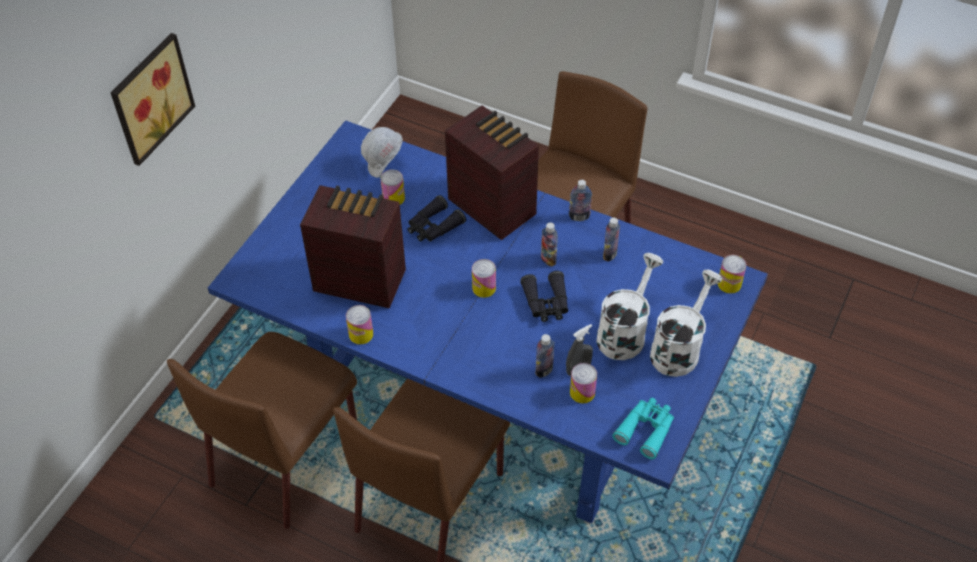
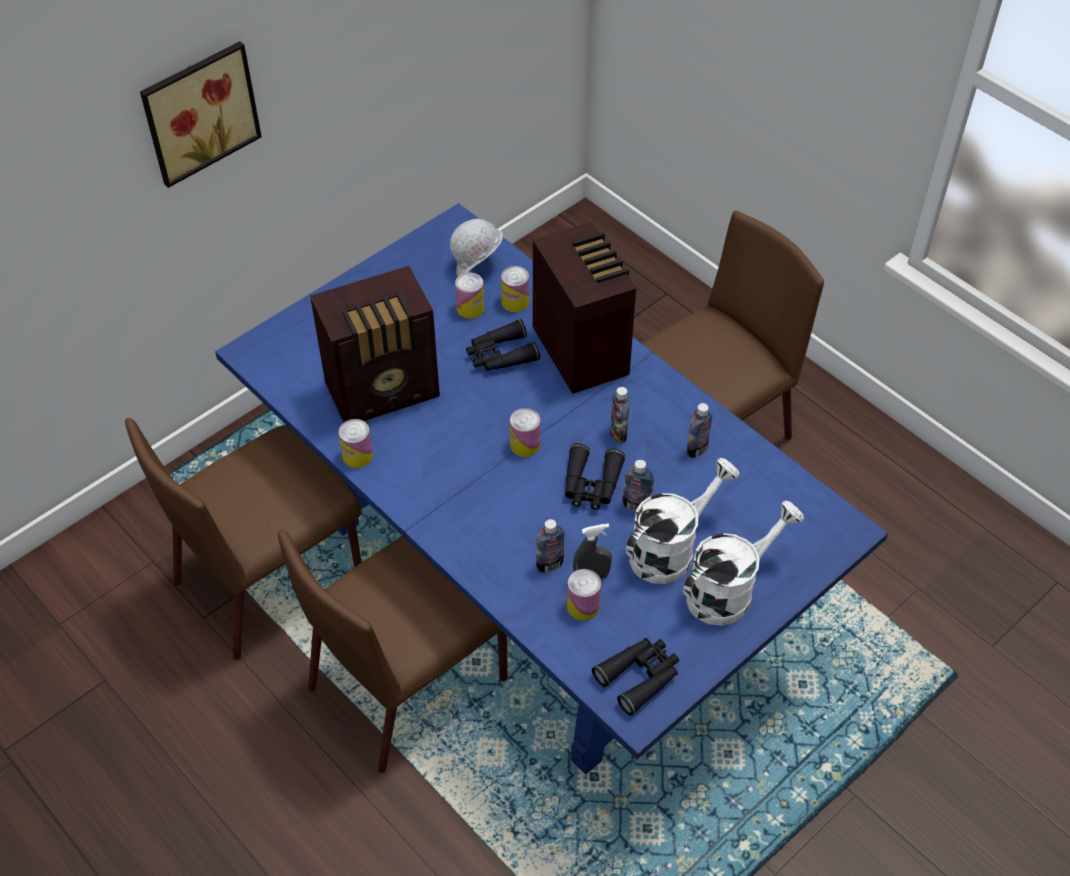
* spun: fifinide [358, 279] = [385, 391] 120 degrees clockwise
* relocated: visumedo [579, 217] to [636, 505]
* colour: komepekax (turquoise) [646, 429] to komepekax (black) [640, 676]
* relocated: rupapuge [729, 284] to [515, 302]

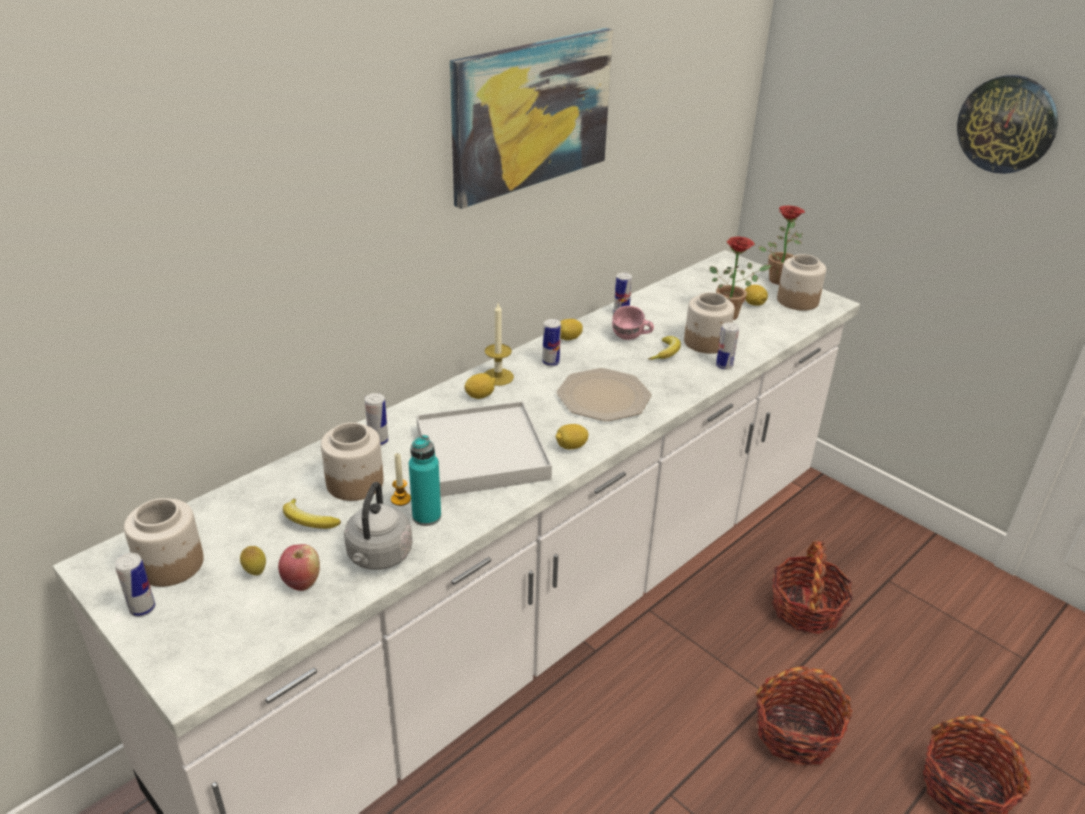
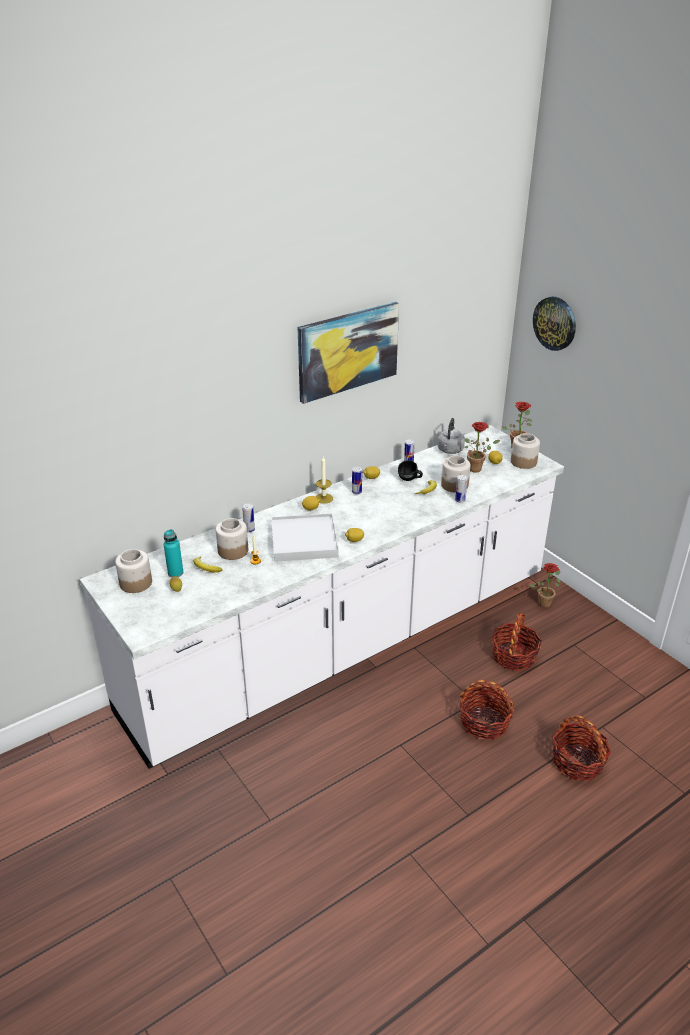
* missing: rupapuge [142, 609]
* missing: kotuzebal [301, 582]
* relocated: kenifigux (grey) [378, 557] to [450, 450]
* relocated: visumedo (turquoise) [426, 516] to [175, 573]
* missing: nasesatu [602, 397]
* colour: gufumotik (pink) [631, 338] to gufumotik (black) [409, 480]
* relocated: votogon [1007, 124] to [555, 323]
* appeared: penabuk [545, 602]

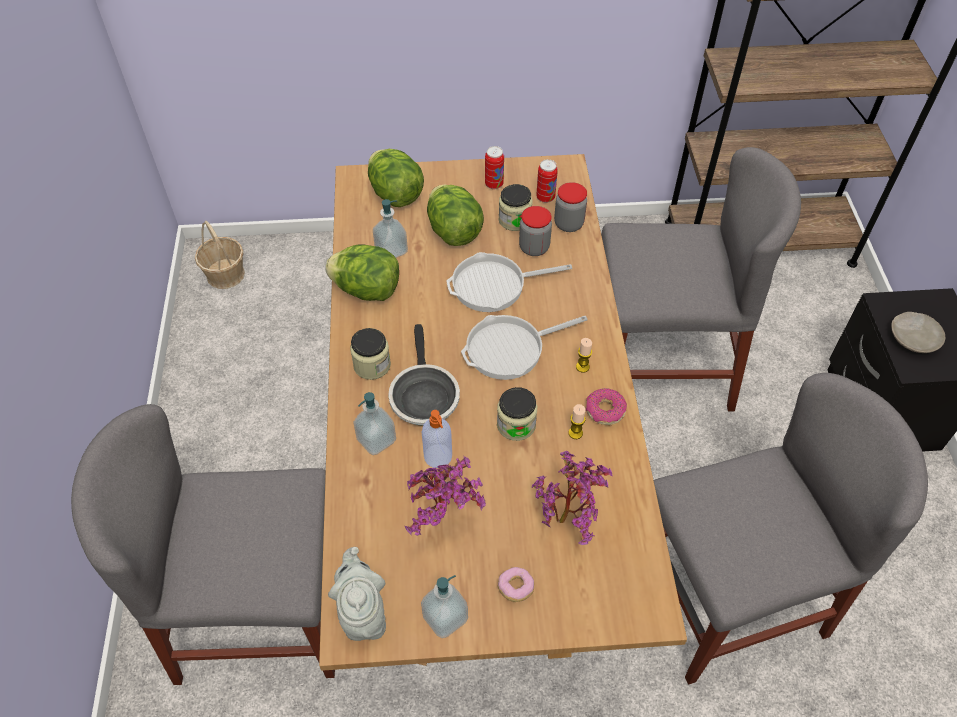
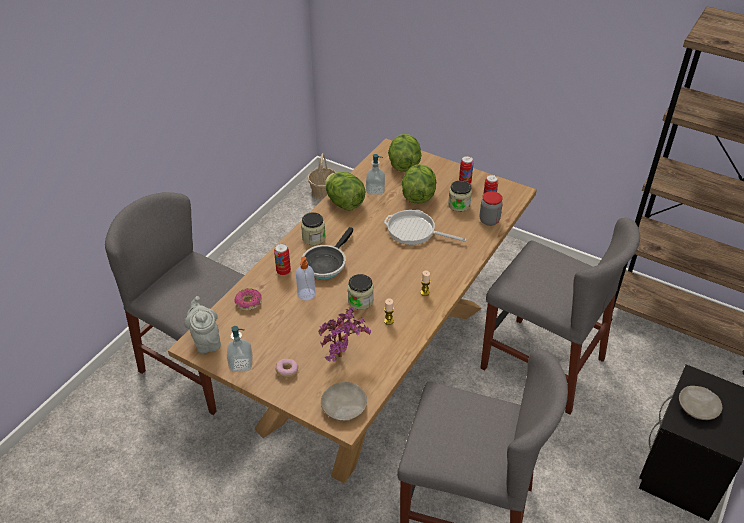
* spun: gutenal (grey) [363, 613] = [206, 340] 45 degrees counterclockwise
* exchanged: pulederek [376, 440] to rupapuge [283, 271]
* missing: penabuk [445, 520]
* missing: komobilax [510, 349]
* missing: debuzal [534, 248]
* relocated: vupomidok [605, 410] to [248, 302]
* appeared: nasesatu (beige) [343, 406]

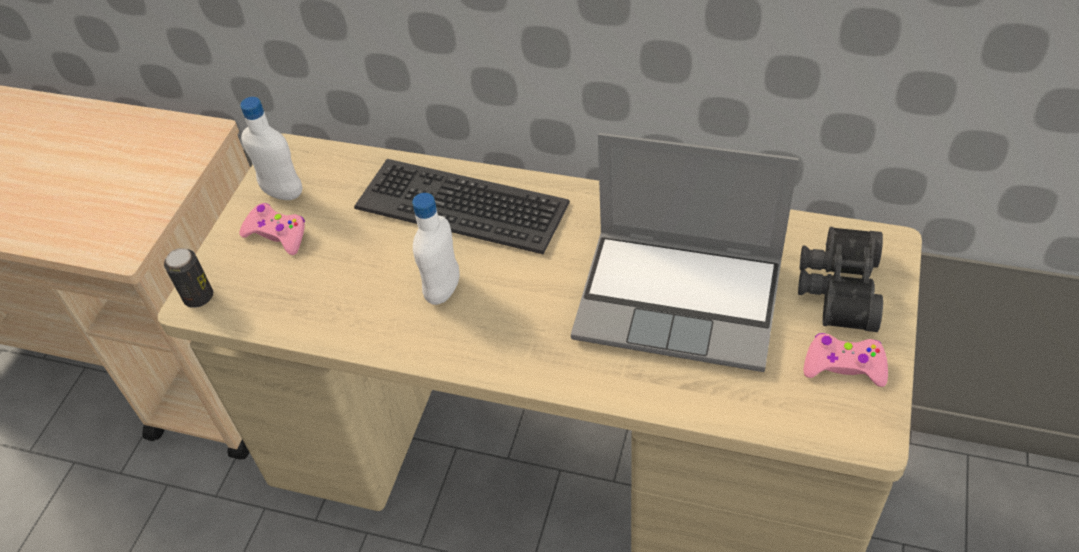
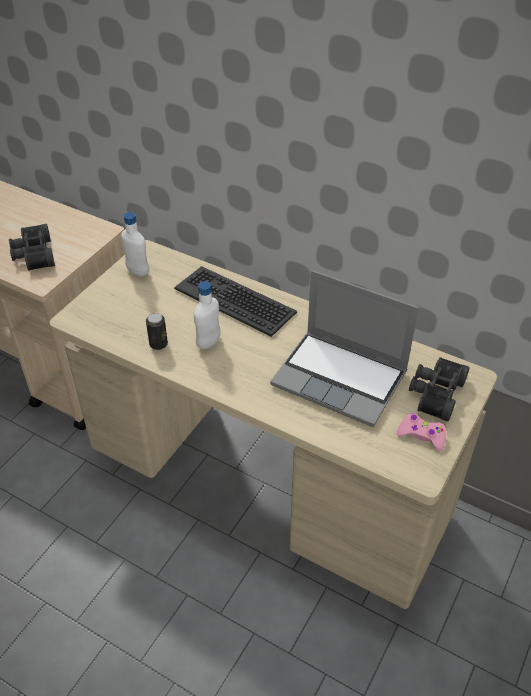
* relocated: rupapuge [198, 297] to [158, 344]
* missing: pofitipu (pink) [277, 234]
* appeared: komepekax (black) [33, 255]

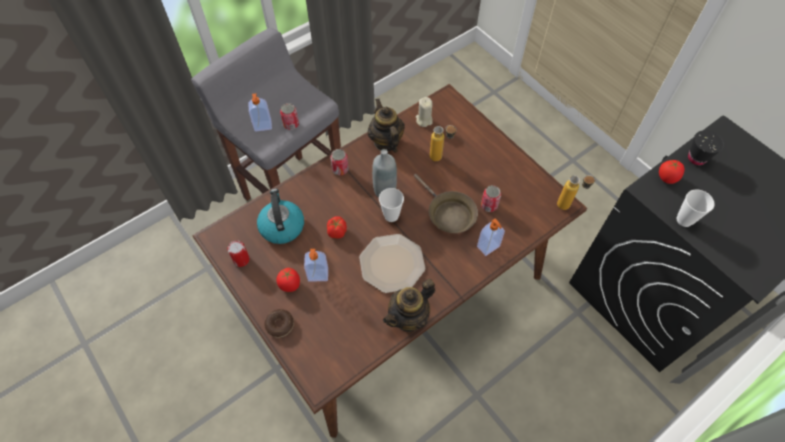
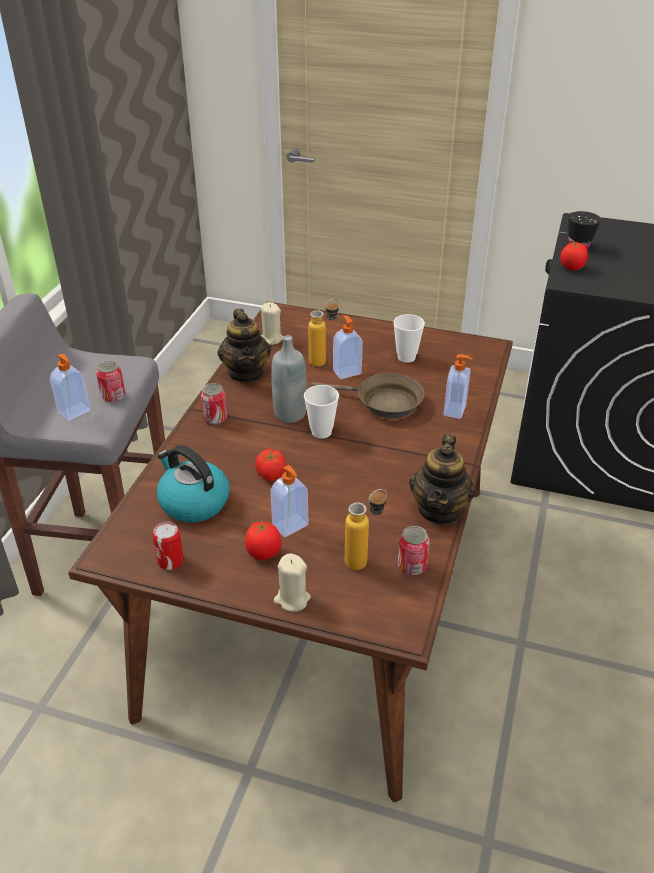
* exchanged: vupomidok [280, 325] to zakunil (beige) [292, 599]
* missing: nasesatu [392, 264]
* spun: gutenal [386, 142] = [246, 373] 135 degrees counterclockwise
* relocated: rupapuge [489, 205] to [412, 565]
* relocated: visumedo [569, 206] to [364, 560]
* relocated: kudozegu [684, 220] to [406, 357]
* appeared: pulederek [346, 372]

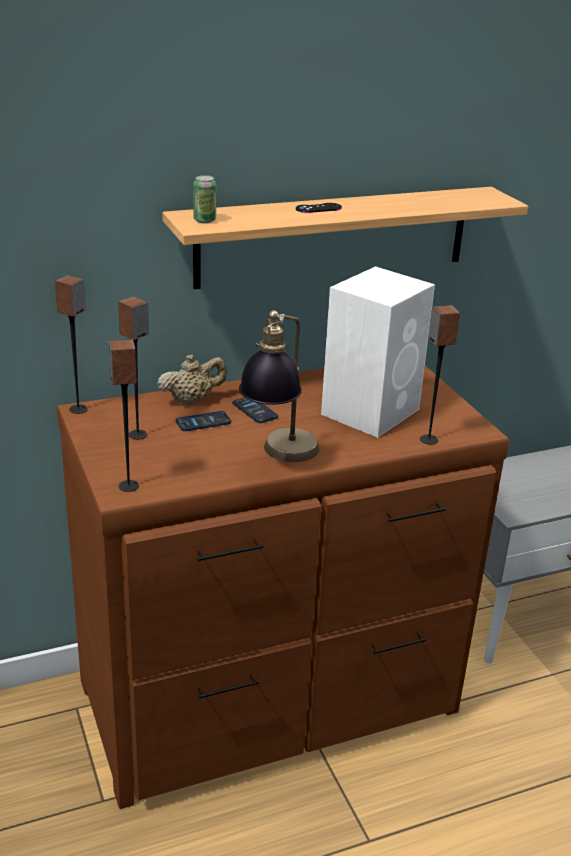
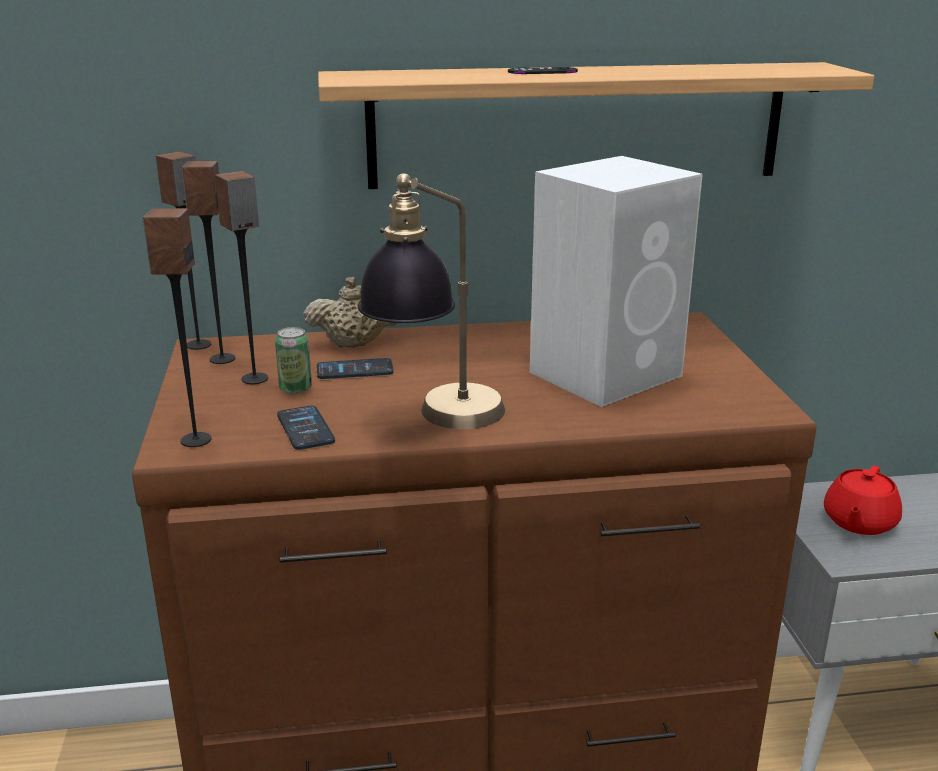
* relocated: rupapuge [204, 220] to [295, 389]
* relocated: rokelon [254, 410] to [305, 429]
* relocated: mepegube [428, 440] to [221, 359]
* appeared: gutenal (red) [858, 522]

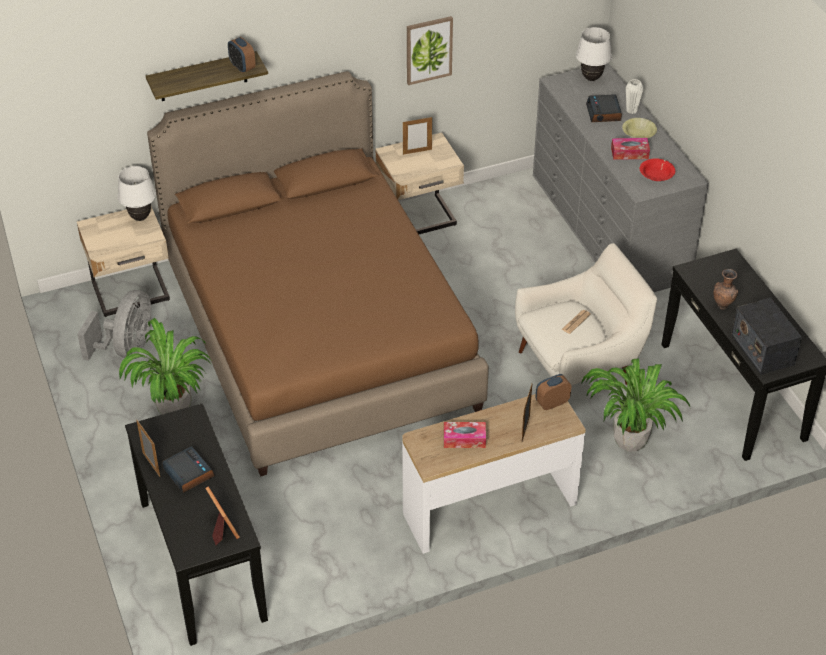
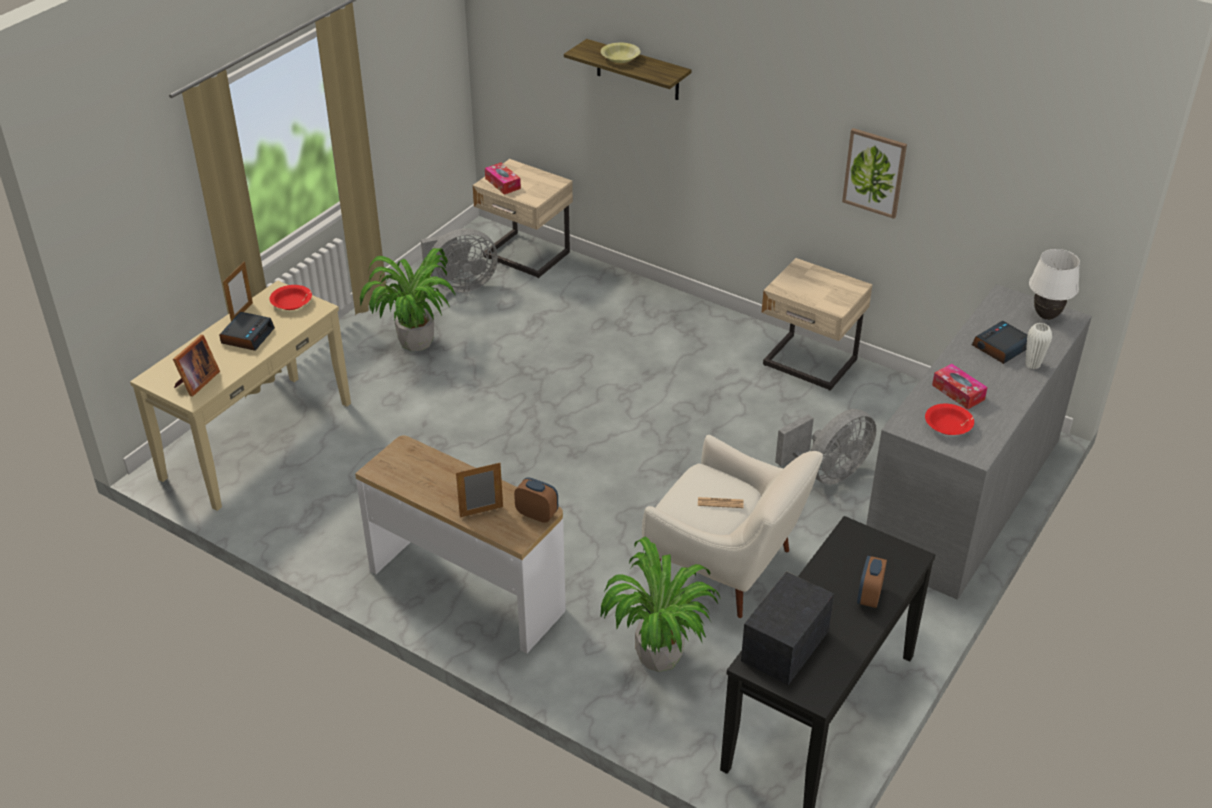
* missing: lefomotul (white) [140, 218]
* colour: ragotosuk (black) [201, 560] to ragotosuk (beige) [257, 440]
* missing: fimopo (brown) [318, 334]
* relocated: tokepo [242, 67] to [869, 596]
* missing: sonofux [417, 151]
* relocated: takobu [464, 439] to [502, 183]
* relocated: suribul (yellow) [639, 133] to [620, 58]
* missing: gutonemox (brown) [723, 306]
* appeared: suribul (red) [292, 303]
* appeared: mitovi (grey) [828, 473]

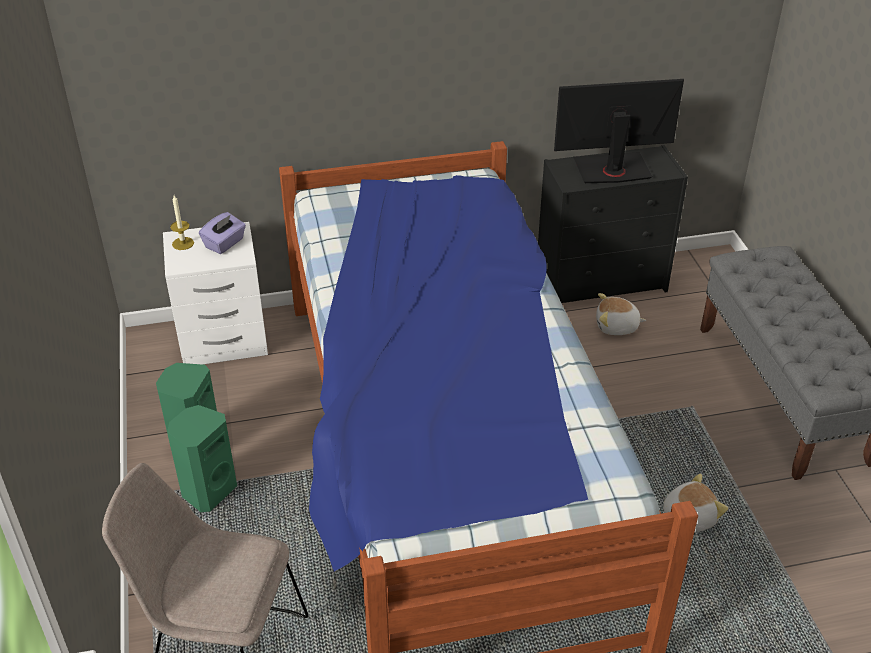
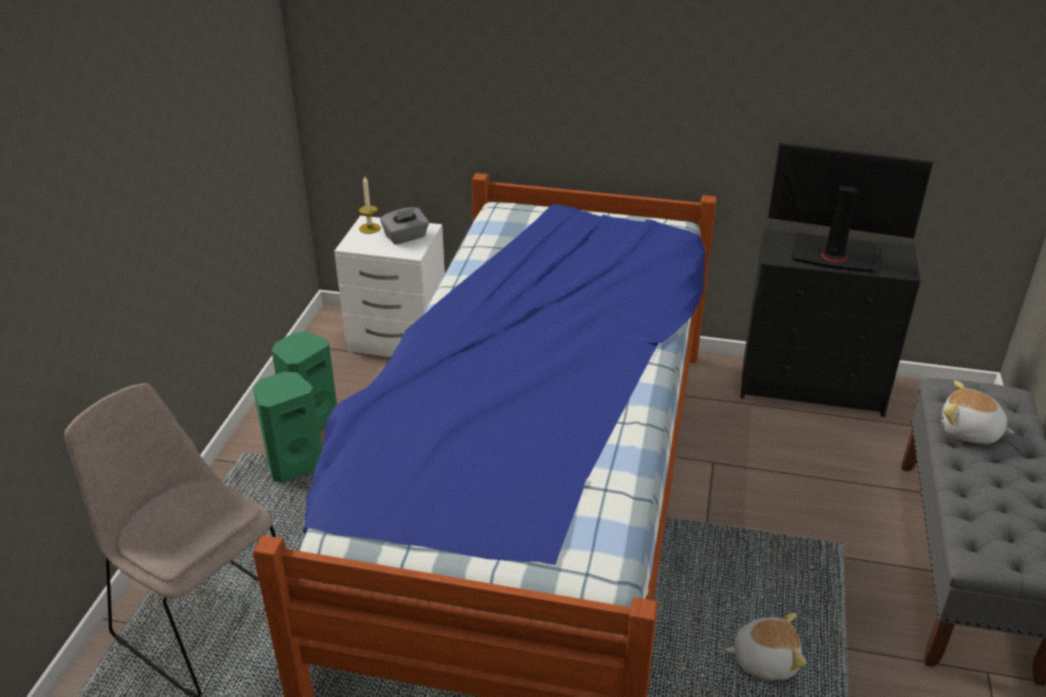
* colour: takobu (purple) [225, 243] to takobu (grey) [406, 237]
* relocated: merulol [616, 327] to [969, 432]

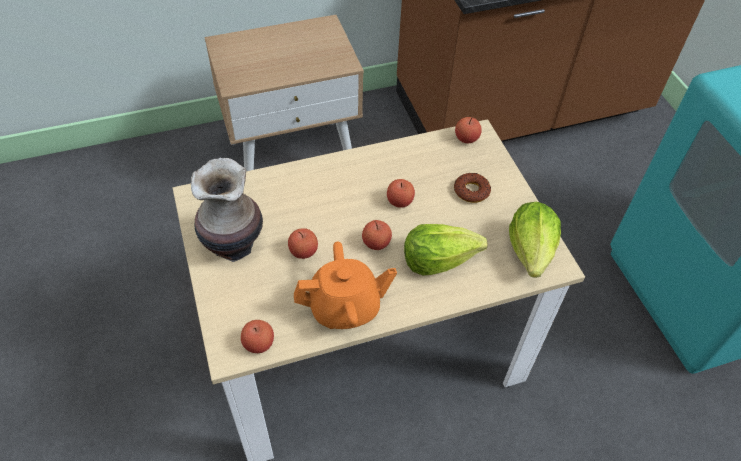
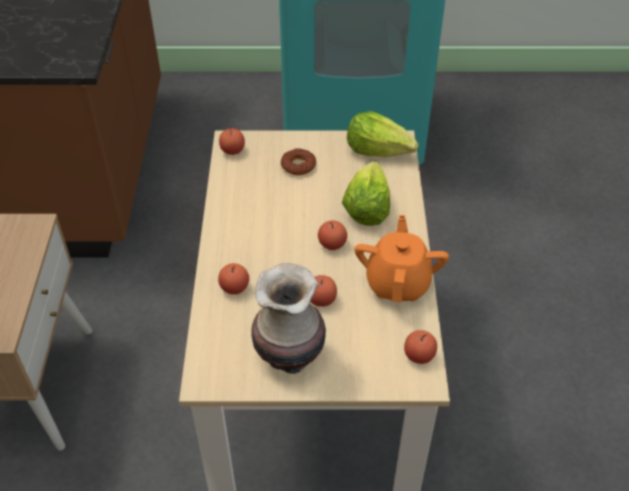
* relocated: kotuzebal [400, 201] to [234, 287]

